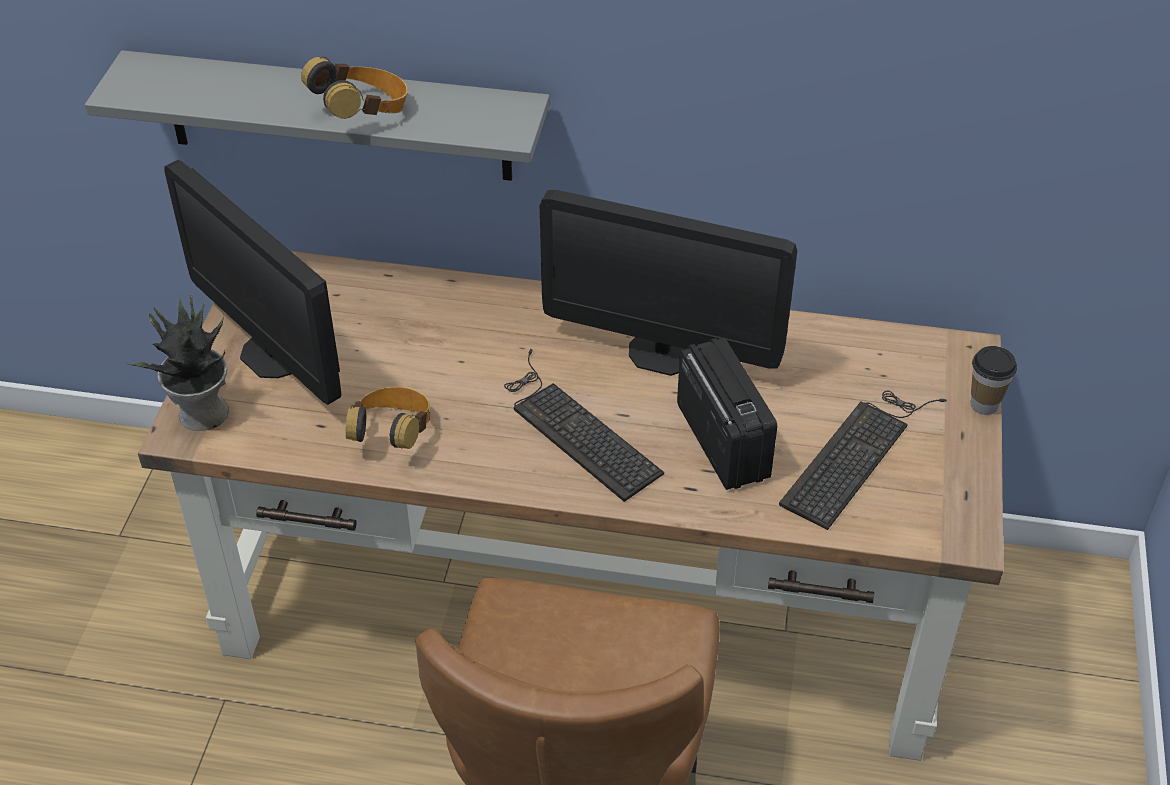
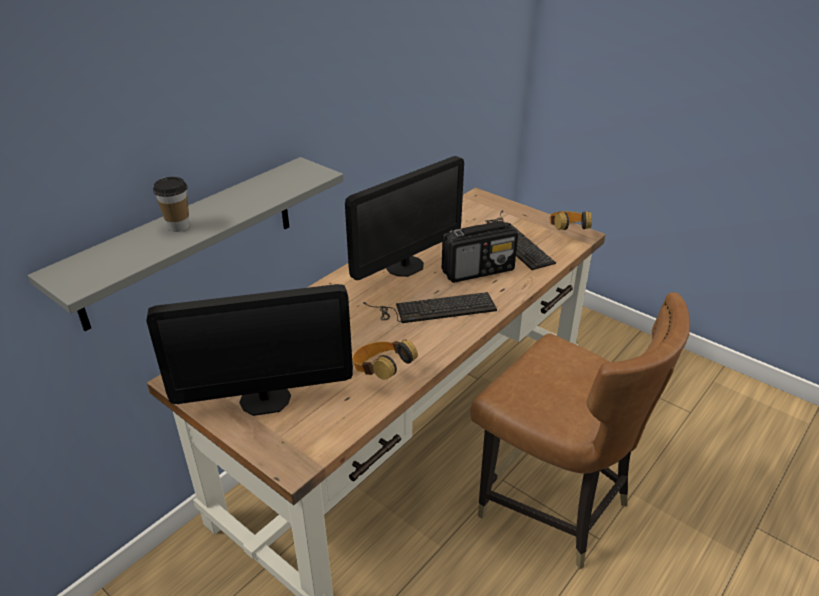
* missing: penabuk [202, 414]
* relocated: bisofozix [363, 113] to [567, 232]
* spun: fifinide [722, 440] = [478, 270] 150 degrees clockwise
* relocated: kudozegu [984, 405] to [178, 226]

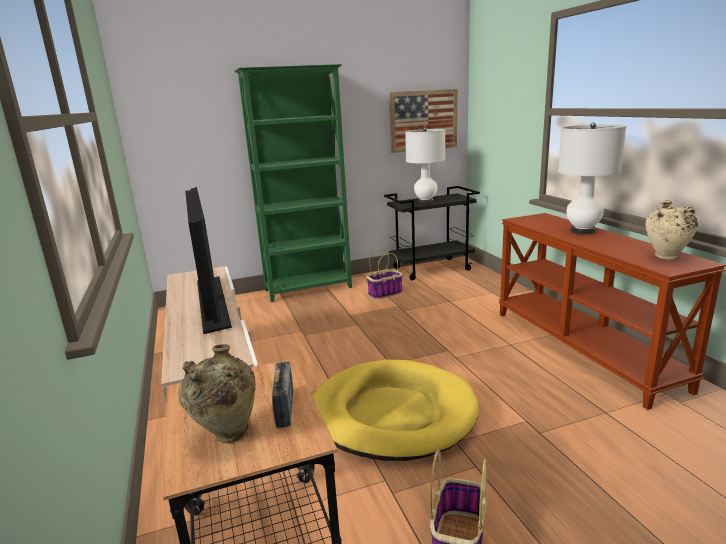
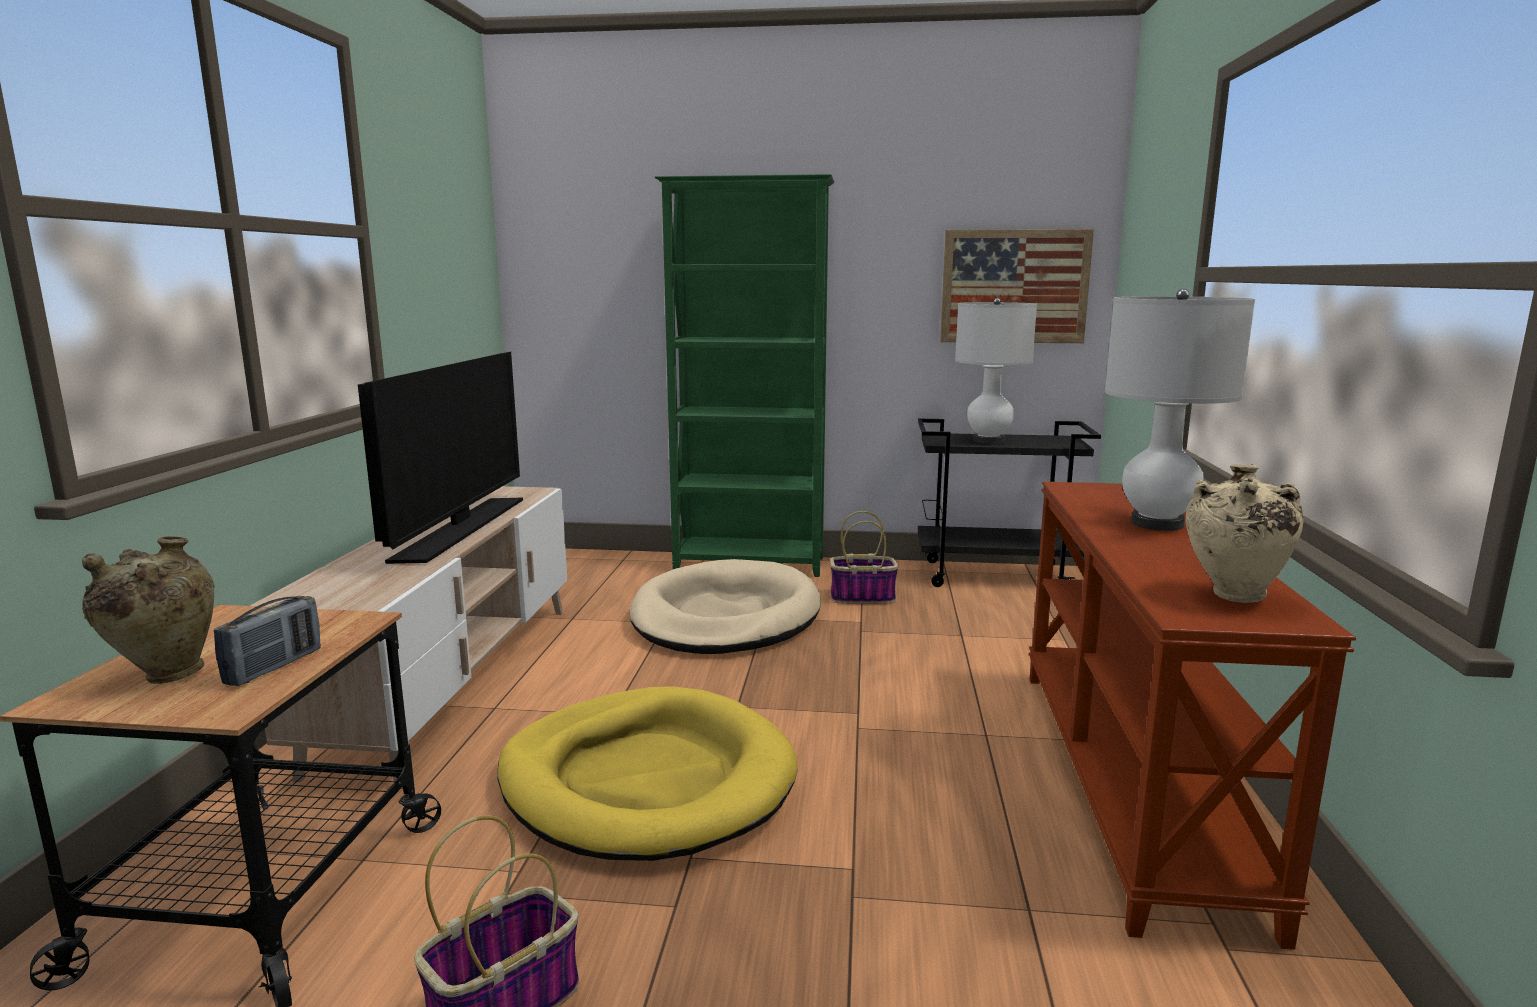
* appeared: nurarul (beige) [726, 616]

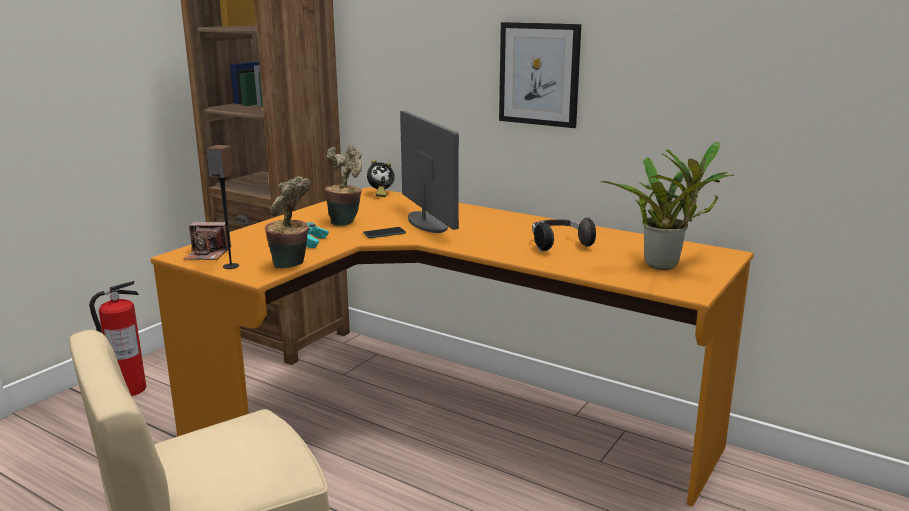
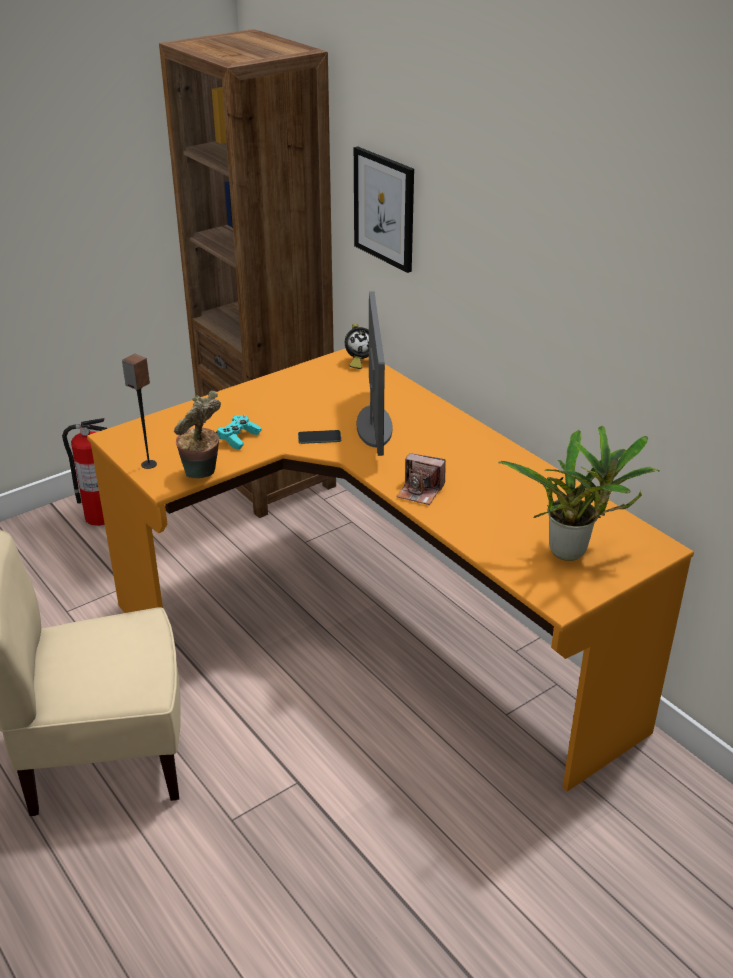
* relocated: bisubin [207, 254] to [420, 491]
* missing: penabuk [346, 222]
* relocated: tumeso [539, 74] to [384, 208]
* missing: bisofozix [559, 244]

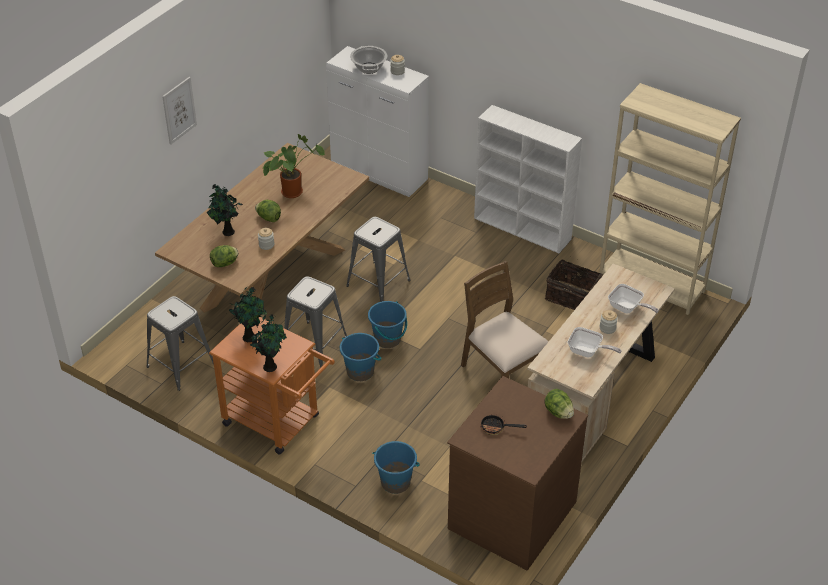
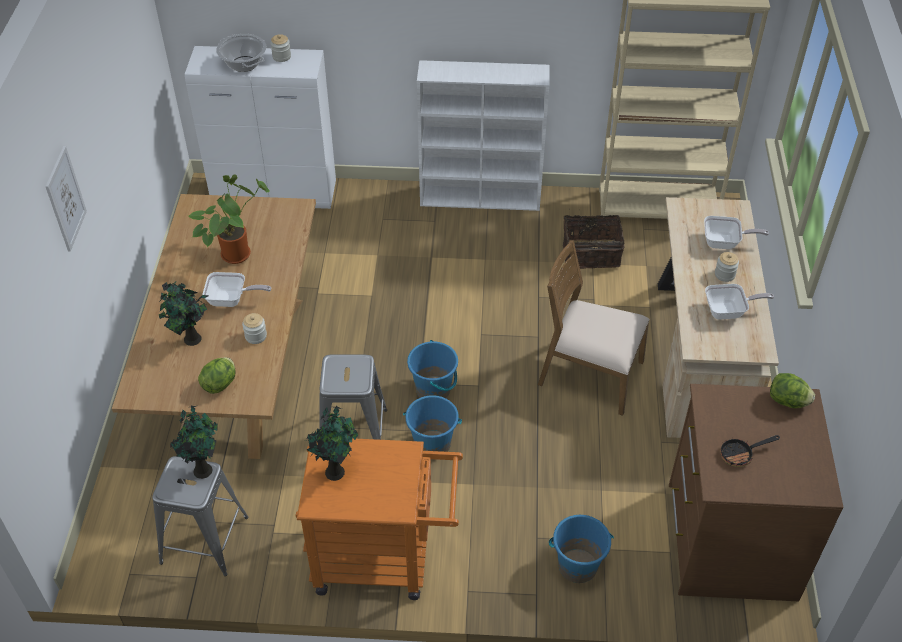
* relocated: penabuk [270, 366] to [202, 469]
* exchanged: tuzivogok [268, 218] to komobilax [231, 300]
* missing: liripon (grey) [378, 283]

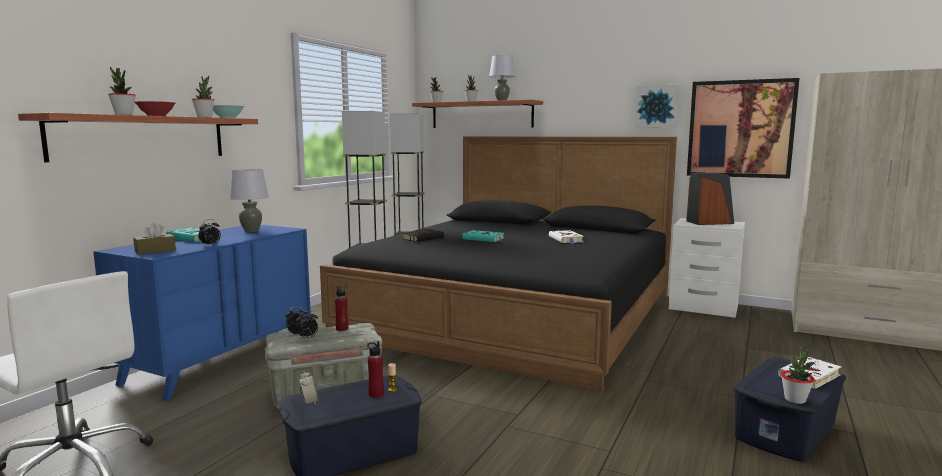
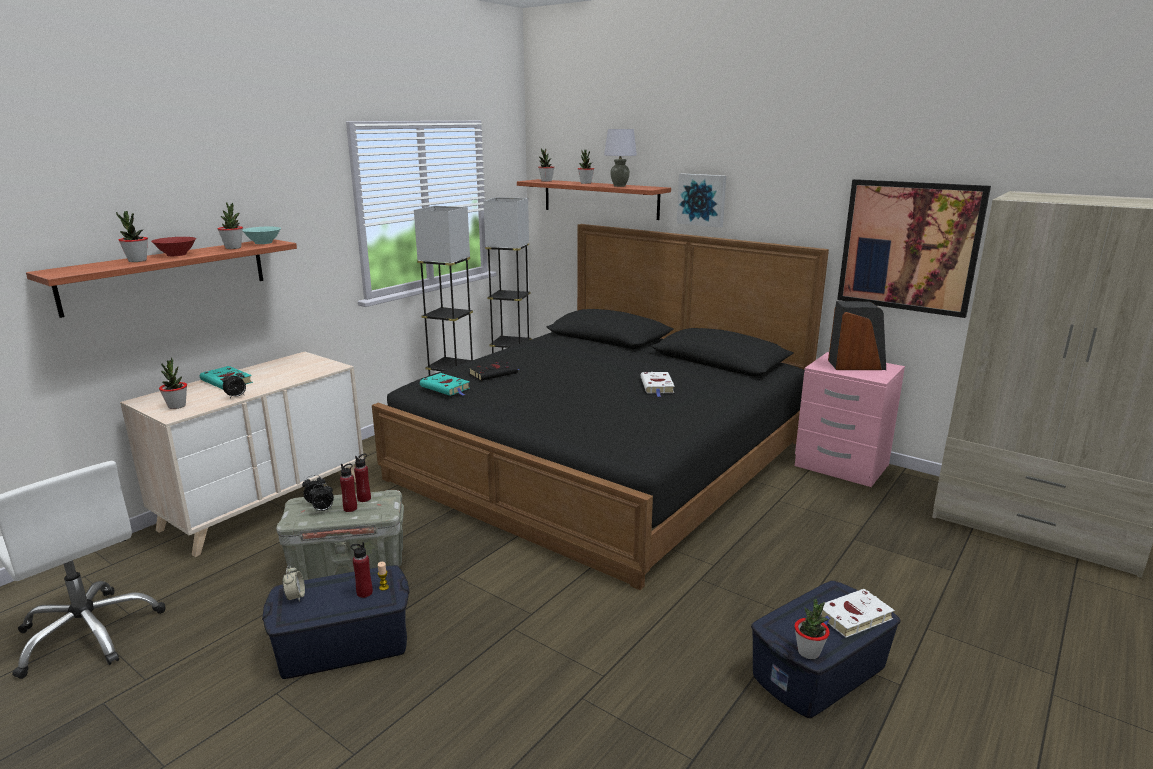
* colour: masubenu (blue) [221, 360] to masubenu (beige) [265, 504]
* exchanged: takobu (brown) [155, 251] to penabuk [177, 406]
* missing: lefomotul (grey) [251, 230]
* relocated: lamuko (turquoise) [484, 239] to [446, 388]
* relocated: tumeso [657, 106] to [702, 199]
* colour: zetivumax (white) [703, 307] to zetivumax (pink) [841, 466]
* appeared: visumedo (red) [350, 508]

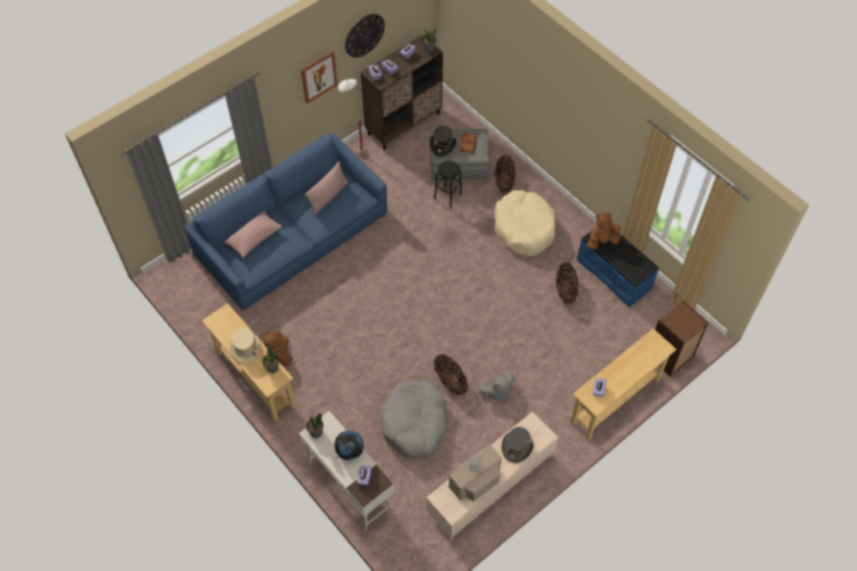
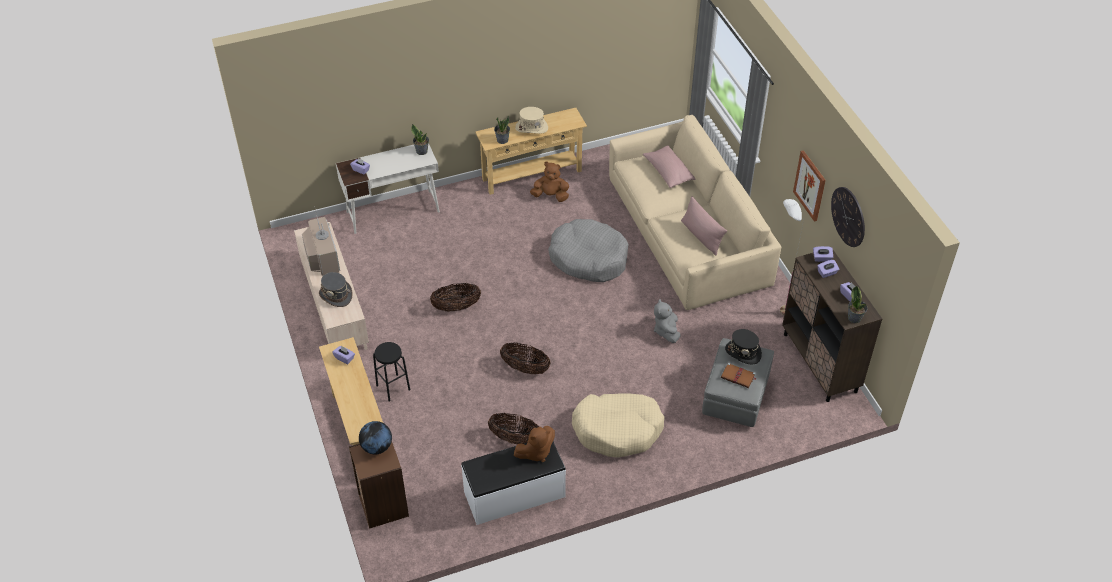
* colour: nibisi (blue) [292, 235] to nibisi (beige) [688, 232]
* relocated: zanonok [350, 451] to [376, 447]
* relocated: nurarul (grey) [414, 423] to [588, 258]
* relocated: liripon (black) [448, 196] to [393, 387]
* relocated: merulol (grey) [497, 391] to [666, 331]
* relocated: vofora [504, 182] to [525, 368]
* colour: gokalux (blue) [614, 274] to gokalux (white) [514, 495]
* spun: merulol (brown) [602, 241] = [536, 452] 60 degrees clockwise

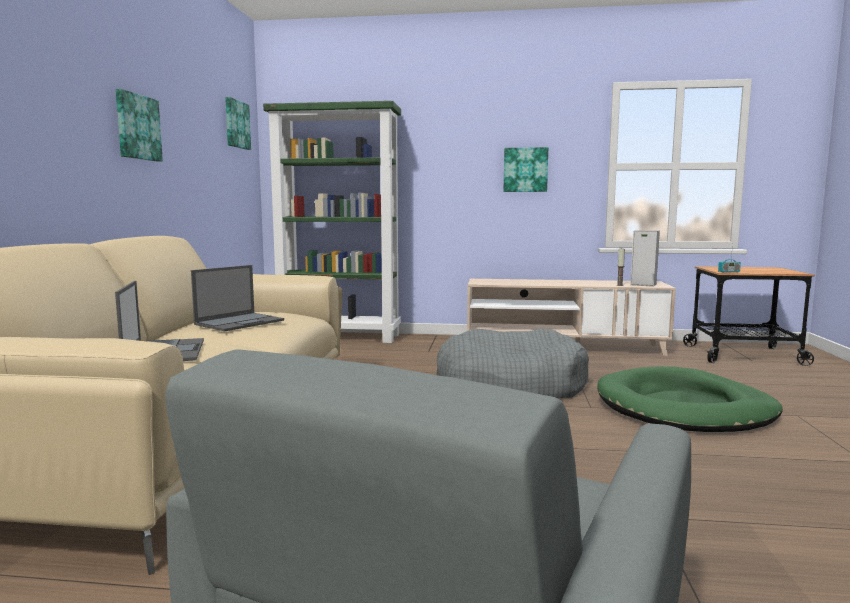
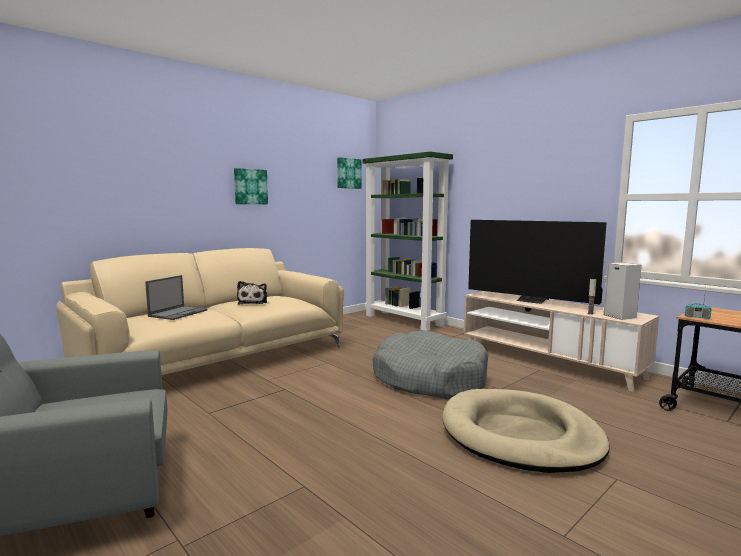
* exchanged: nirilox [240, 322] to merulol [253, 302]
* missing: tumeso [525, 170]
* colour: nurarul (green) [684, 408] to nurarul (beige) [520, 435]
* appeared: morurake [531, 301]

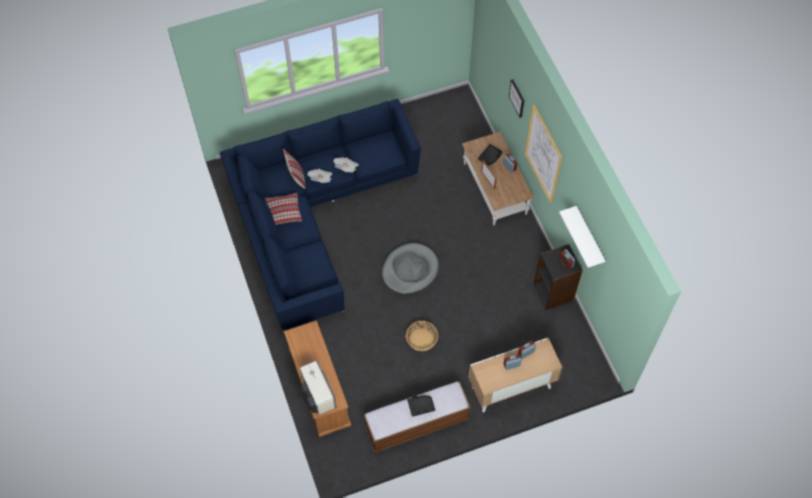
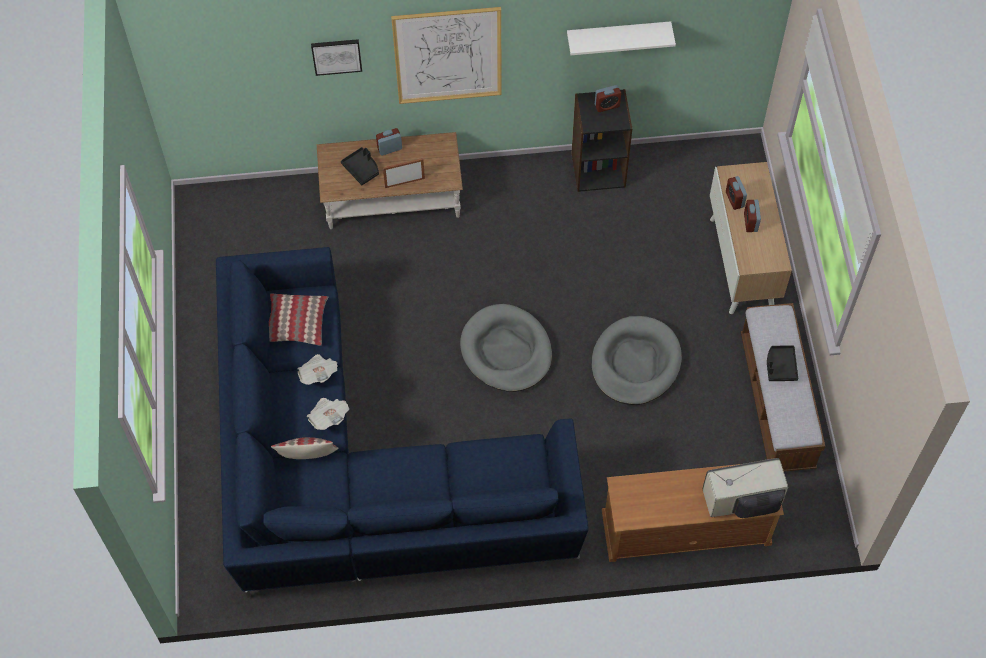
* relocated: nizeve [283, 212] to [297, 324]
* exchanged: vofora [421, 340] to nurarul (grey) [635, 363]

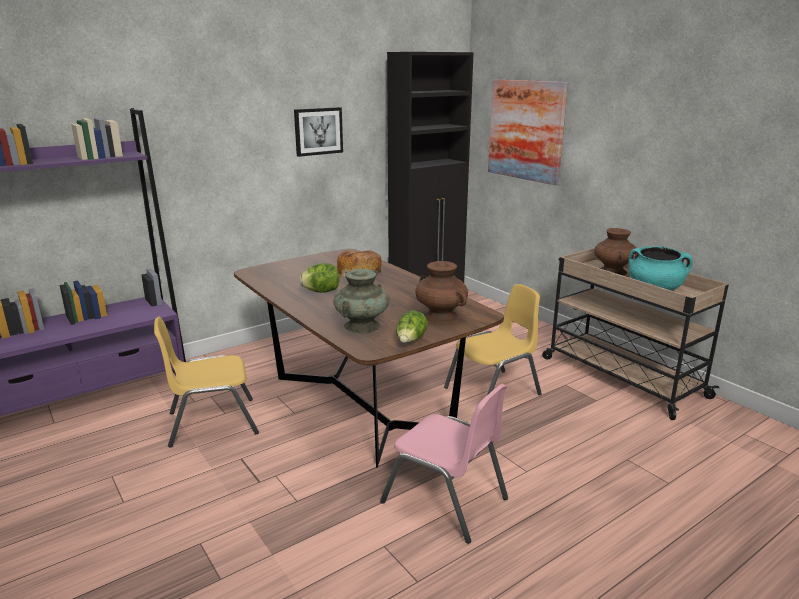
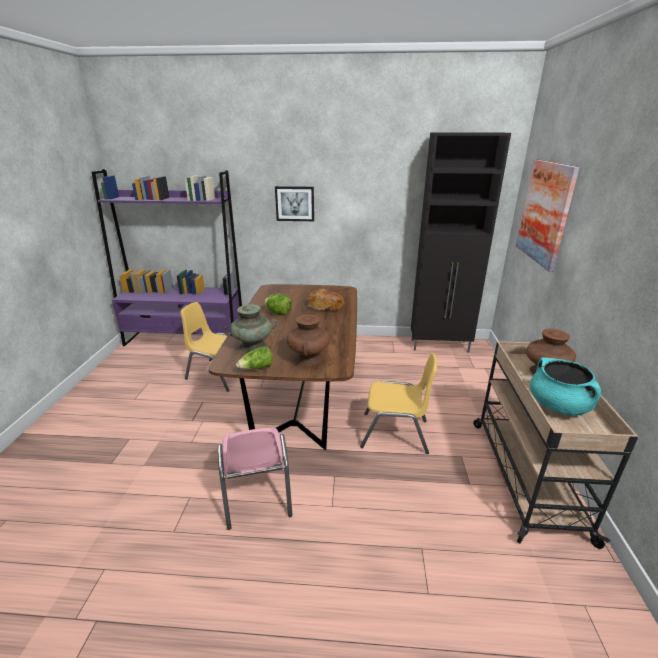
* relocated: tumeso [318, 131] to [295, 203]

